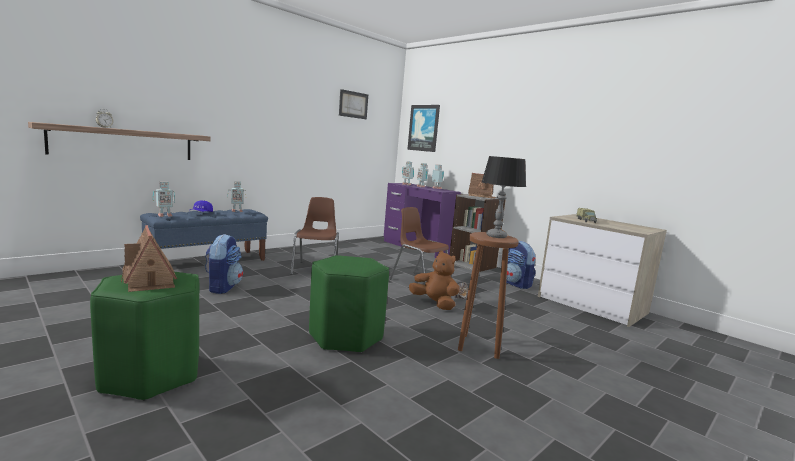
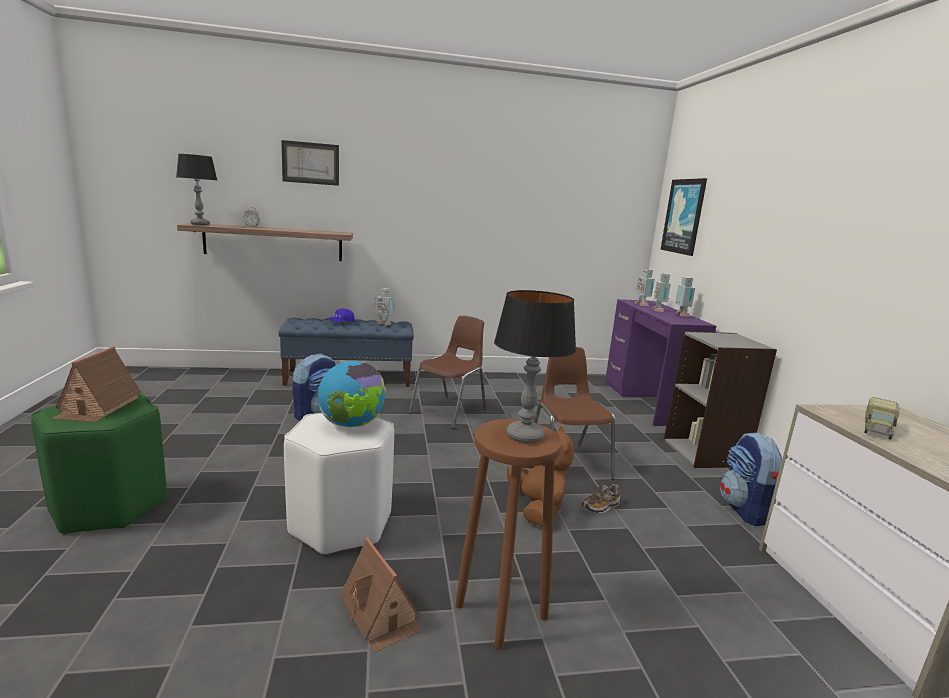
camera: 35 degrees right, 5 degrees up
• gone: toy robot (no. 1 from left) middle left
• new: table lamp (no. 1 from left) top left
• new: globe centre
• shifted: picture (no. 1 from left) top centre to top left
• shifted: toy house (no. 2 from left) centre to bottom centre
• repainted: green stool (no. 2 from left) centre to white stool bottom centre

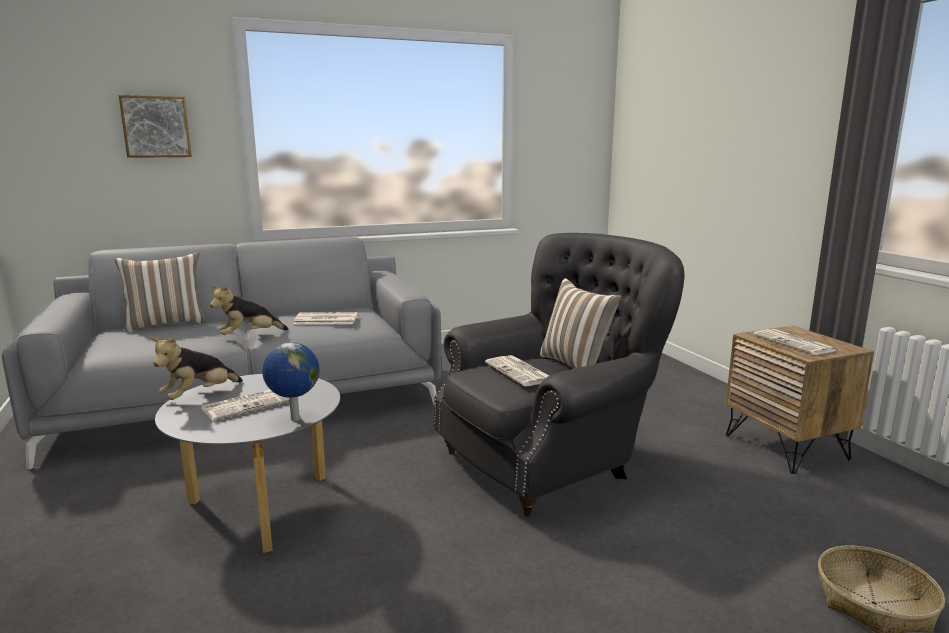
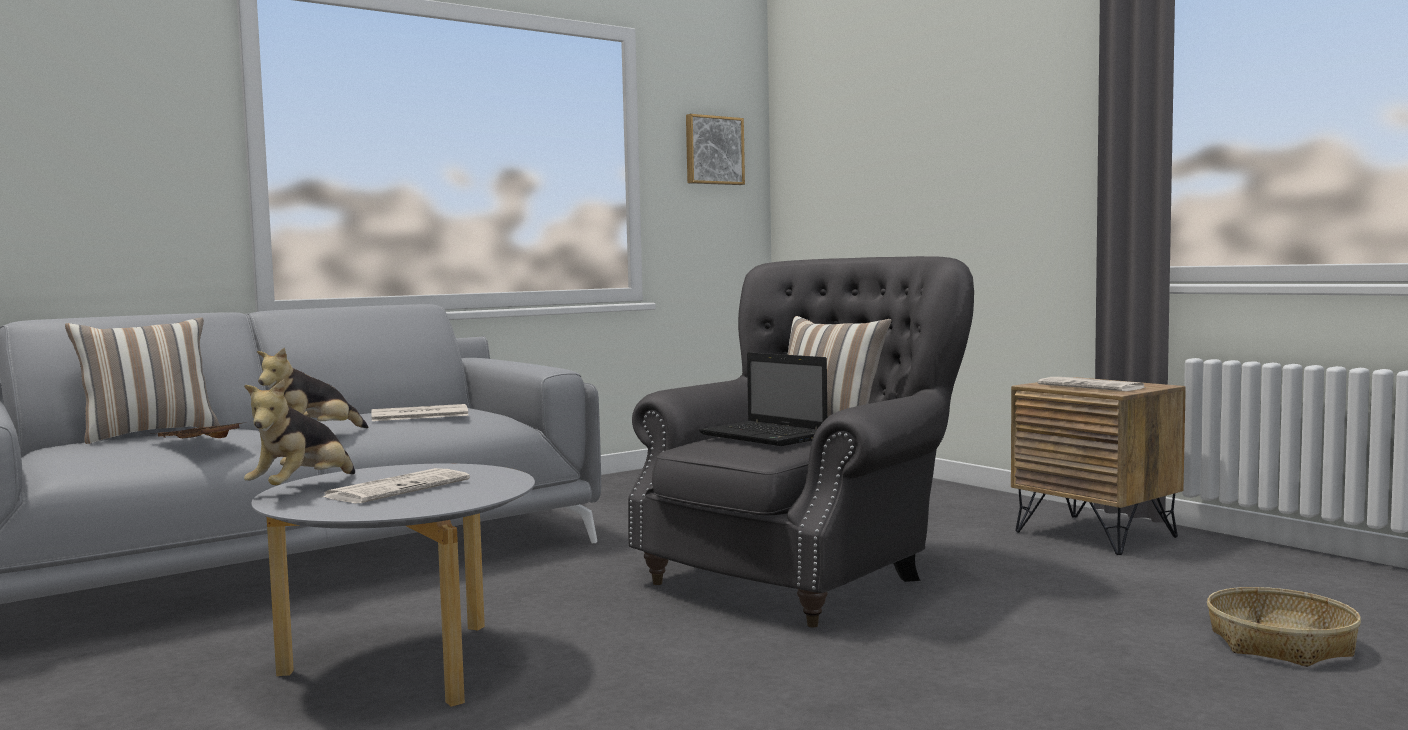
camera: 15 degrees left, 10 degrees down
• gone: globe middle left
• new: brown tray middle left
• shifted: picture top left to top centre
• swapped: newspaper (no. 3 from left) centre to laptop centre

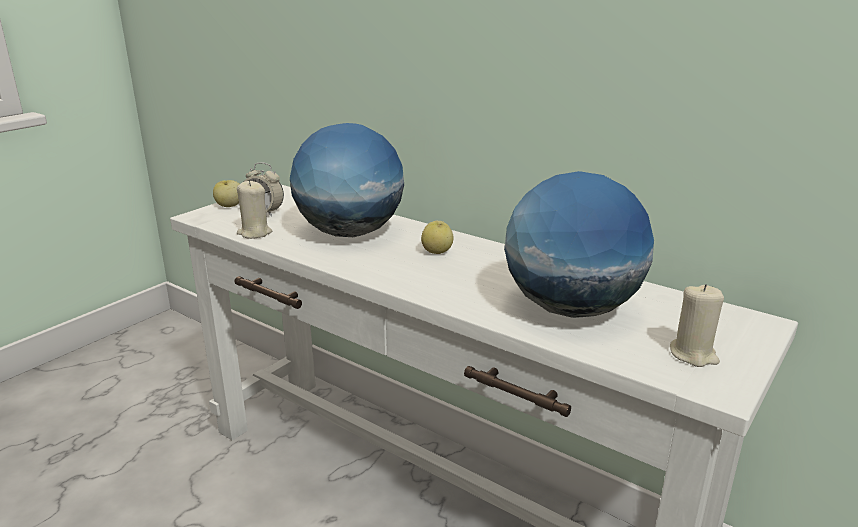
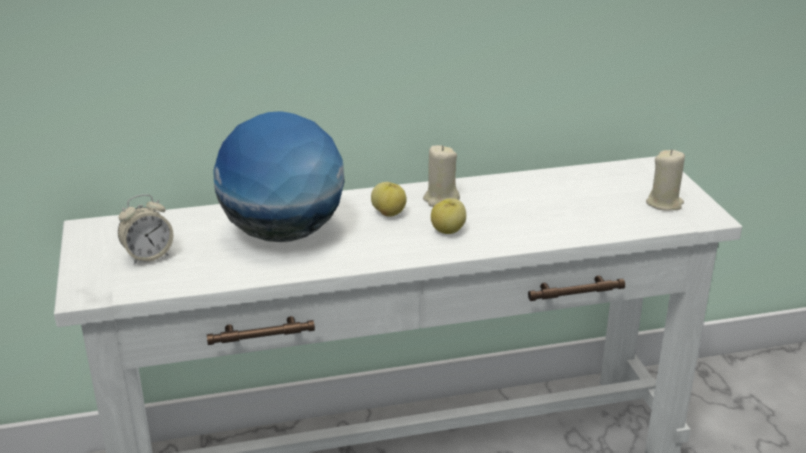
camera: 50 degrees left, 5 degrees up
• gone: globe (no. 2 from left) middle right
• shifted: apple (no. 1 from left in the first image) middle left to apple (no. 2 from left) centre
• shifted: beige candle (no. 1 from left) middle left to centre

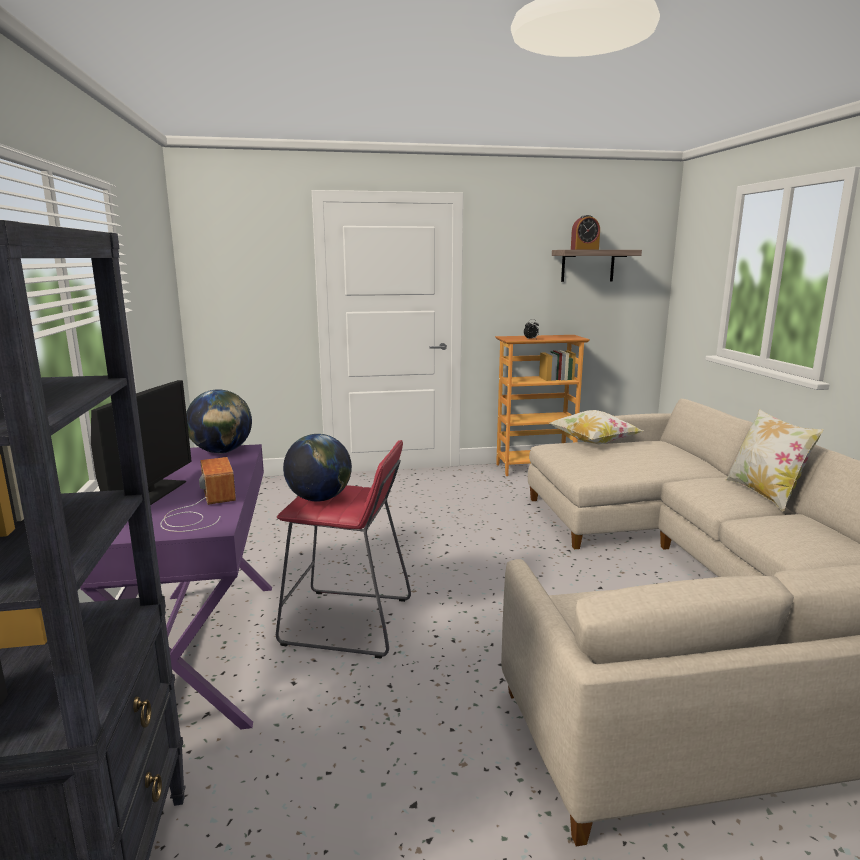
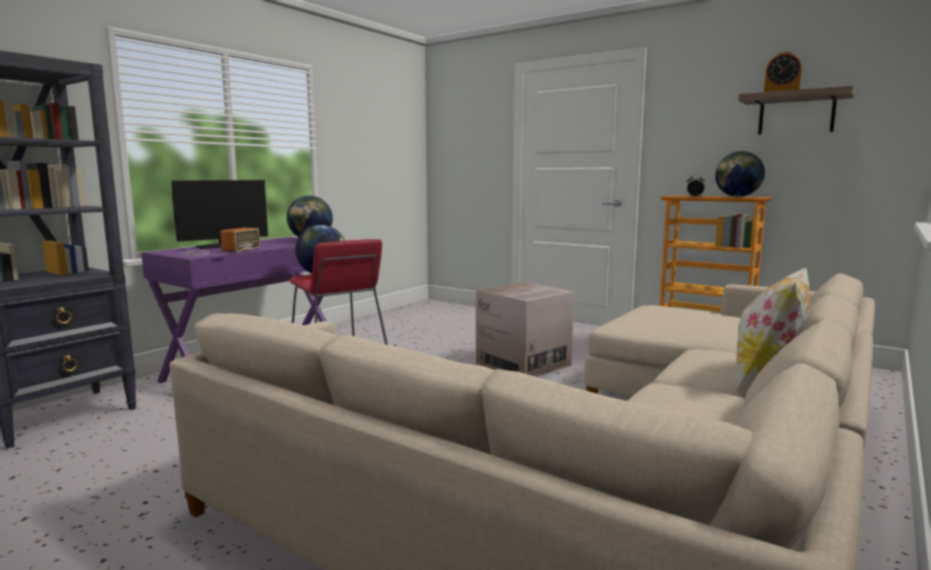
camera: 45 degrees right, 5 degrees down
• gone: pillow (no. 1 from left) middle right
• new: cardboard box centre
• new: globe (no. 3 from left) top right

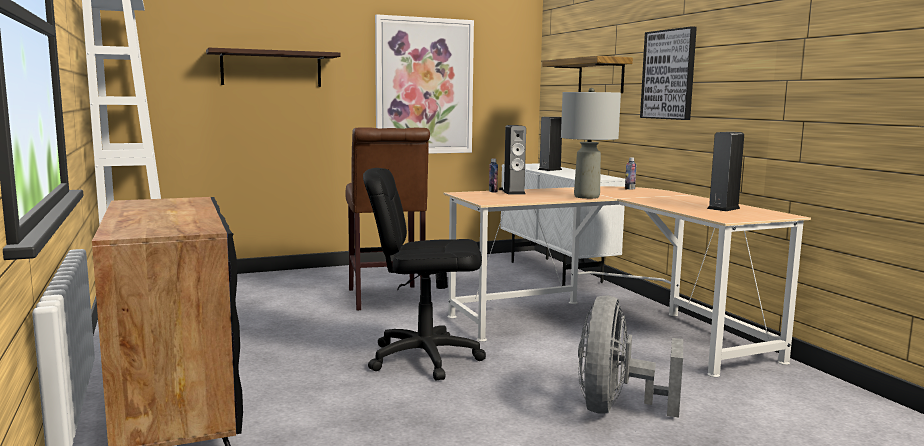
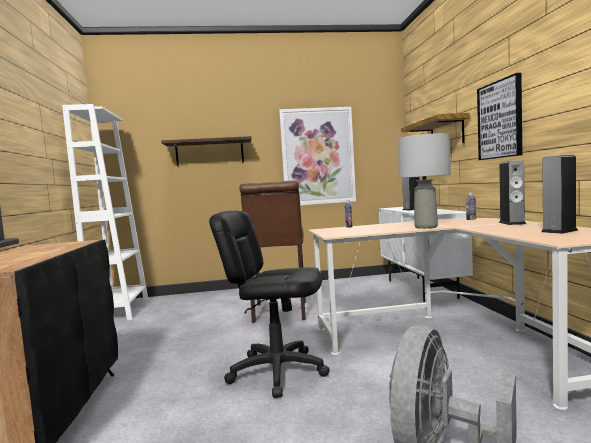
camera: 15 degrees right, 5 degrees down
• shifted: speaker (no. 1 from left in the first image) centre to speaker (no. 2 from left) middle right

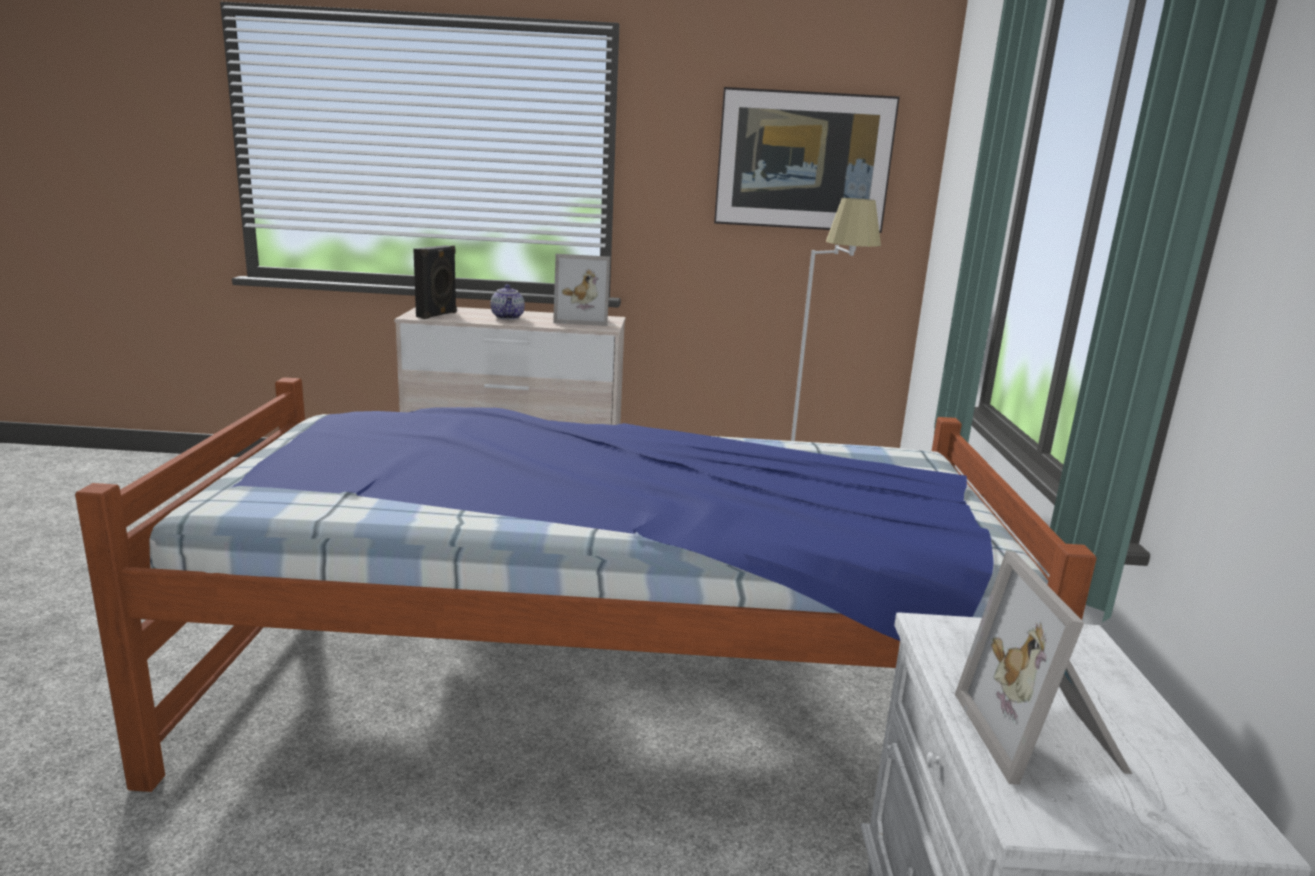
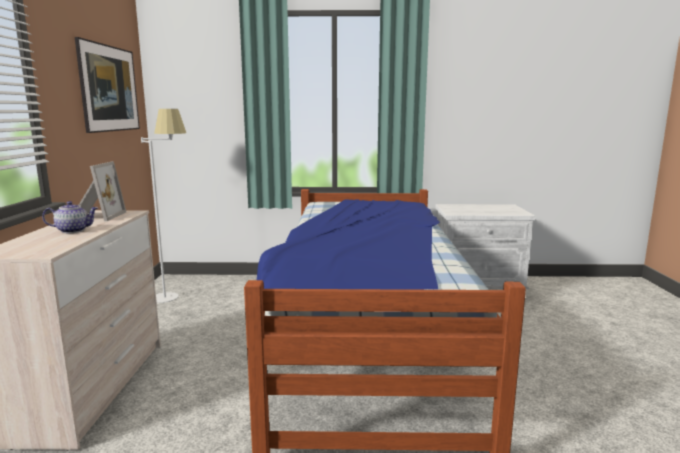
camera: 90 degrees left, 5 degrees down
• gone: black speaker top left
• gone: picture frame (no. 2 from left) bottom right

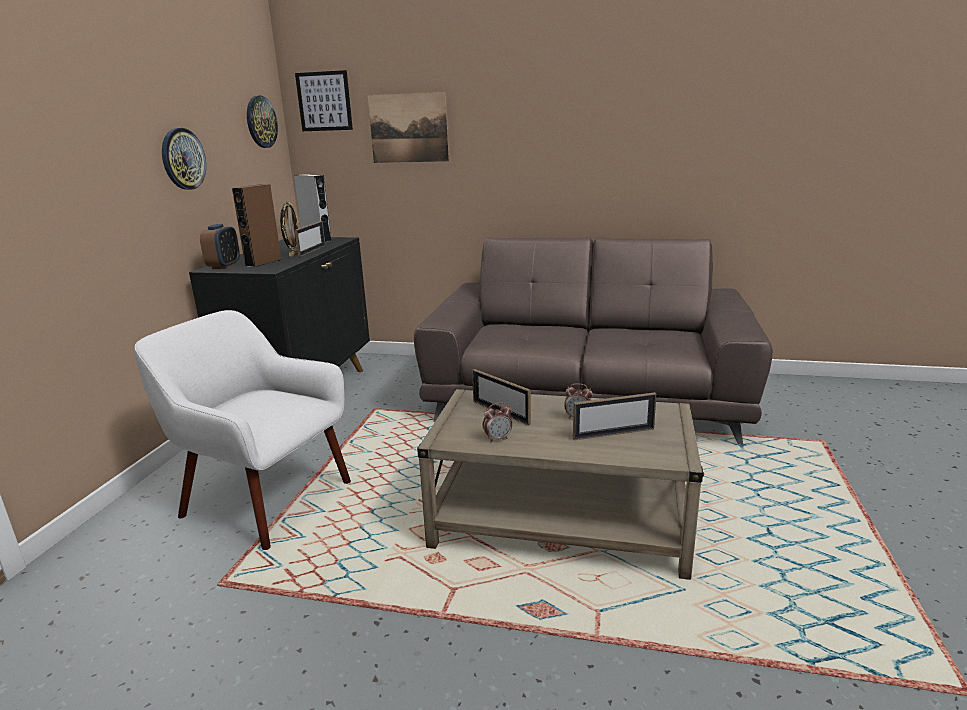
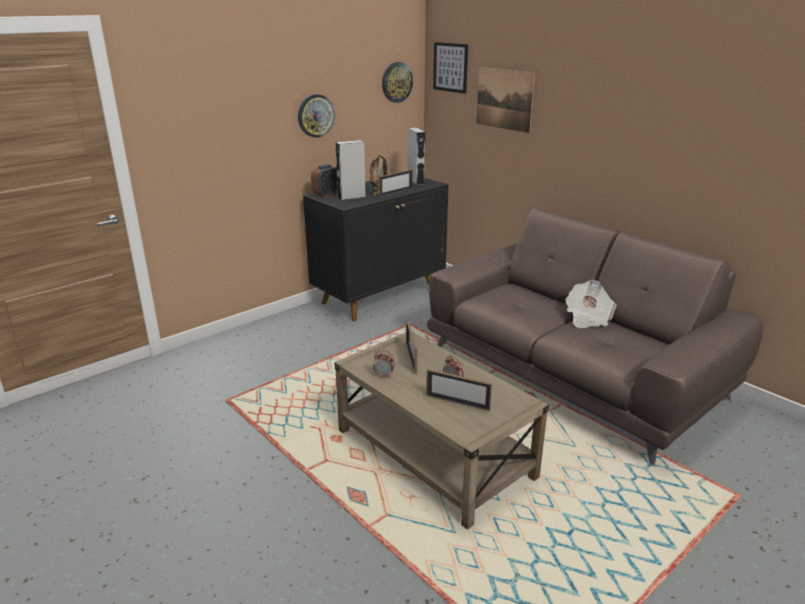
camera: 35 degrees right, 5 degrees up
• gone: white armchair middle left
• new: newspaper middle right
• repainted: brown speaker top left to grey speaker (no. 1 from left) top centre

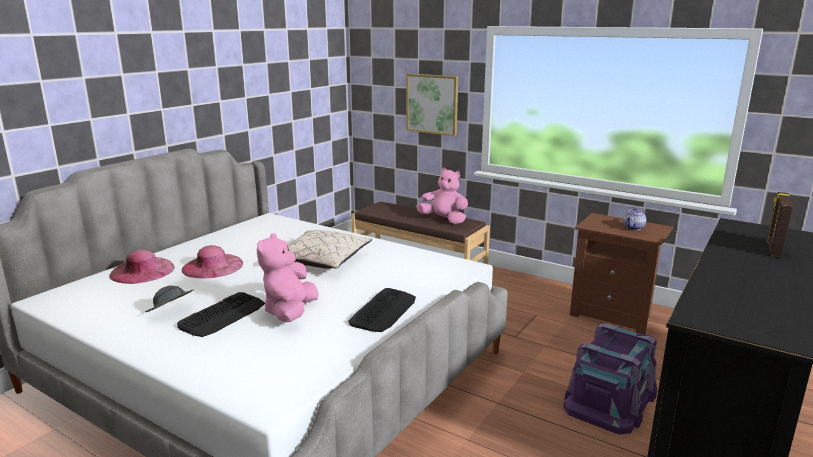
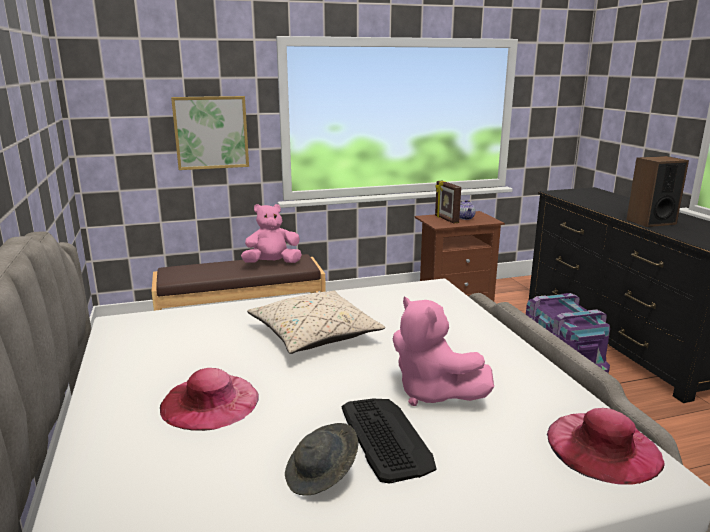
camera: 50 degrees left, 0 degrees up
• gone: keyboard (no. 2 from left) bottom centre
• new: speaker middle right
• shifted: pink hat (no. 1 from left in the first image) middle left to pink hat (no. 2 from left) bottom right
• shifted: picture frame middle right to centre

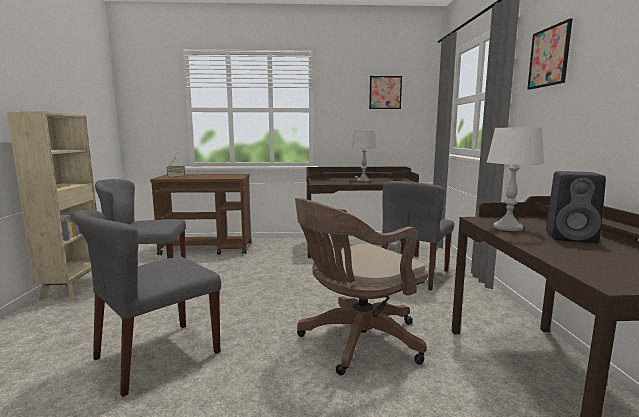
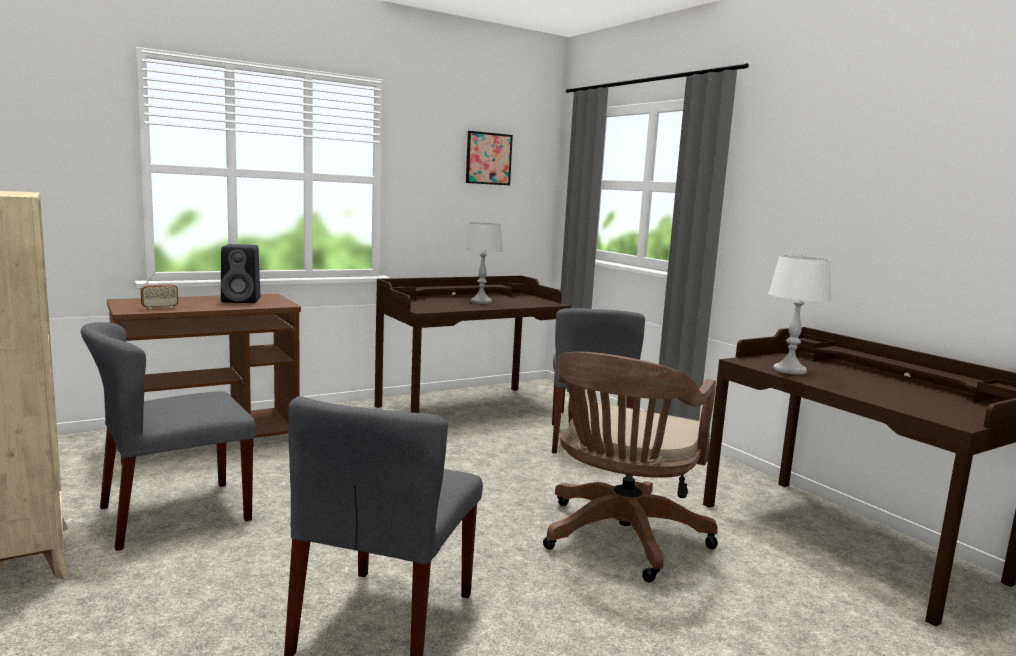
camera: 30 degrees left, 0 degrees up
• gone: picture (no. 2 from left) top right
• shifted: black speaker middle right to middle left

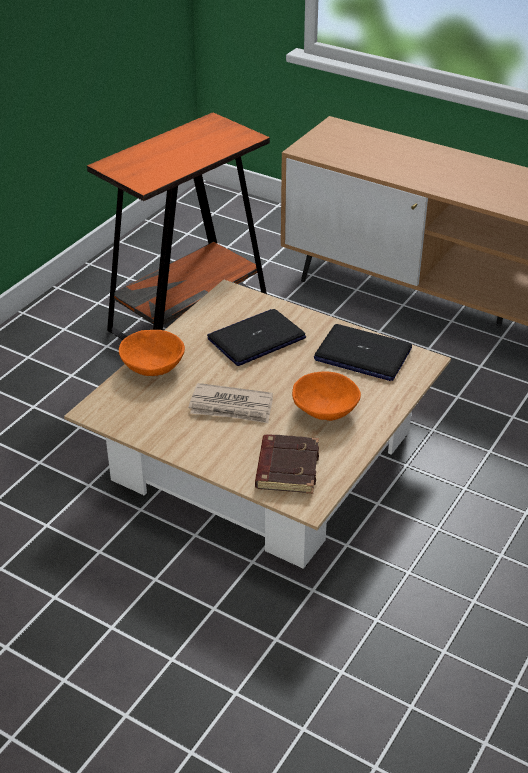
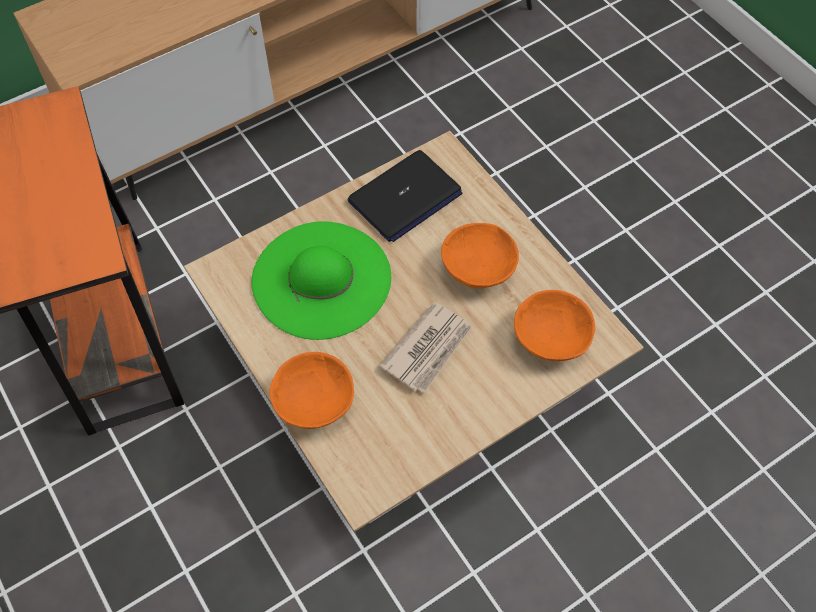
camera: 65 degrees left, 20 degrees up
• swapped: laptop (no. 1 from left) centre to green hat centre
• swapped: brown book centre to orange bowl (no. 3 from left) middle right

